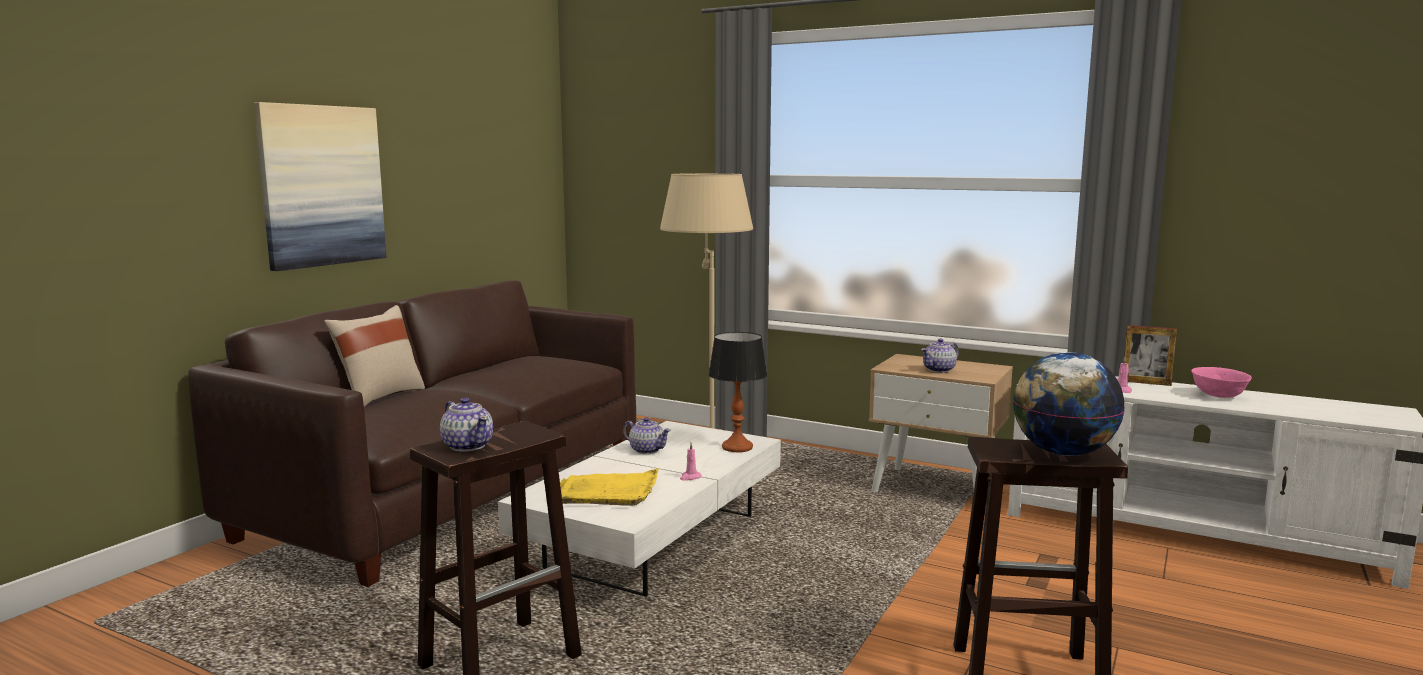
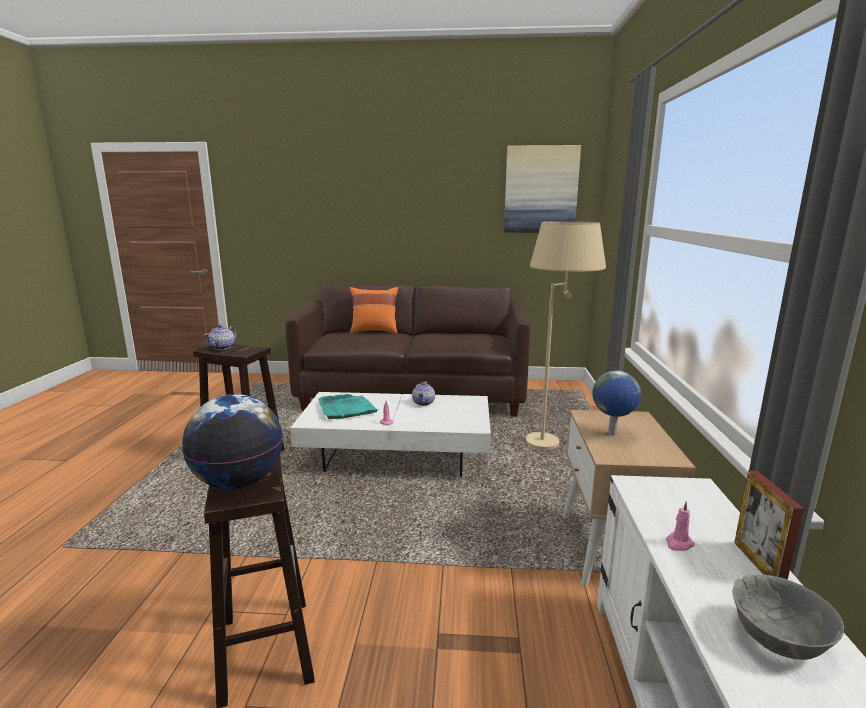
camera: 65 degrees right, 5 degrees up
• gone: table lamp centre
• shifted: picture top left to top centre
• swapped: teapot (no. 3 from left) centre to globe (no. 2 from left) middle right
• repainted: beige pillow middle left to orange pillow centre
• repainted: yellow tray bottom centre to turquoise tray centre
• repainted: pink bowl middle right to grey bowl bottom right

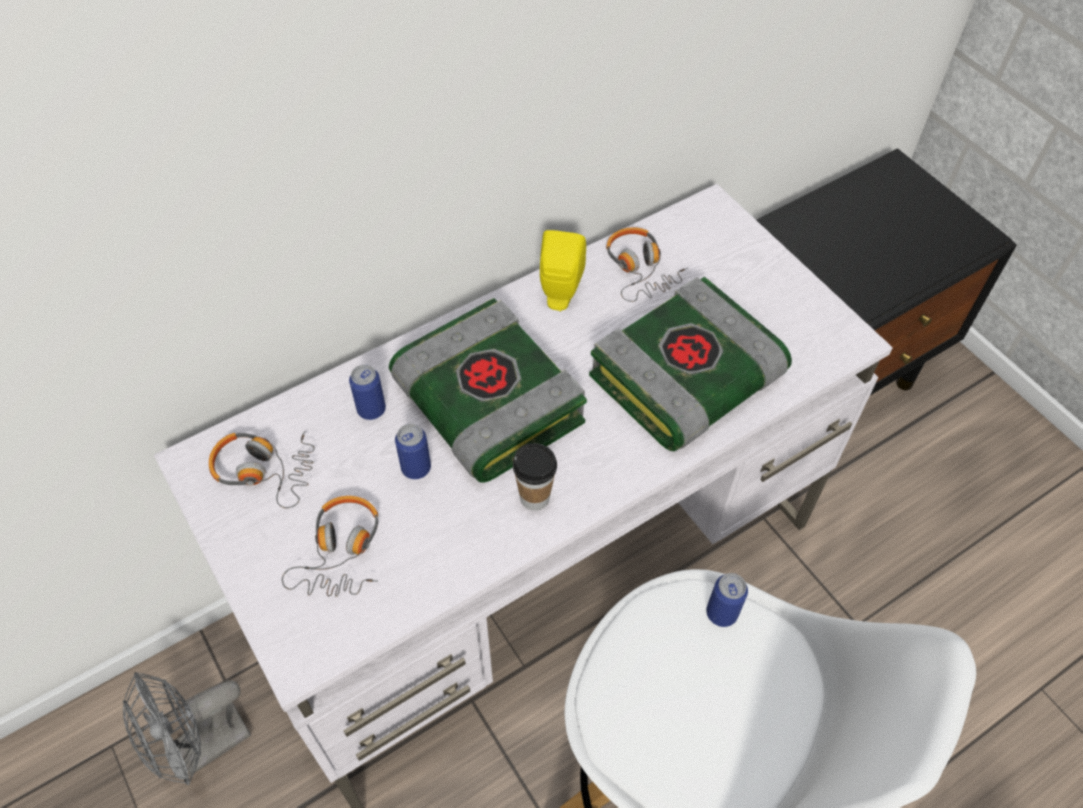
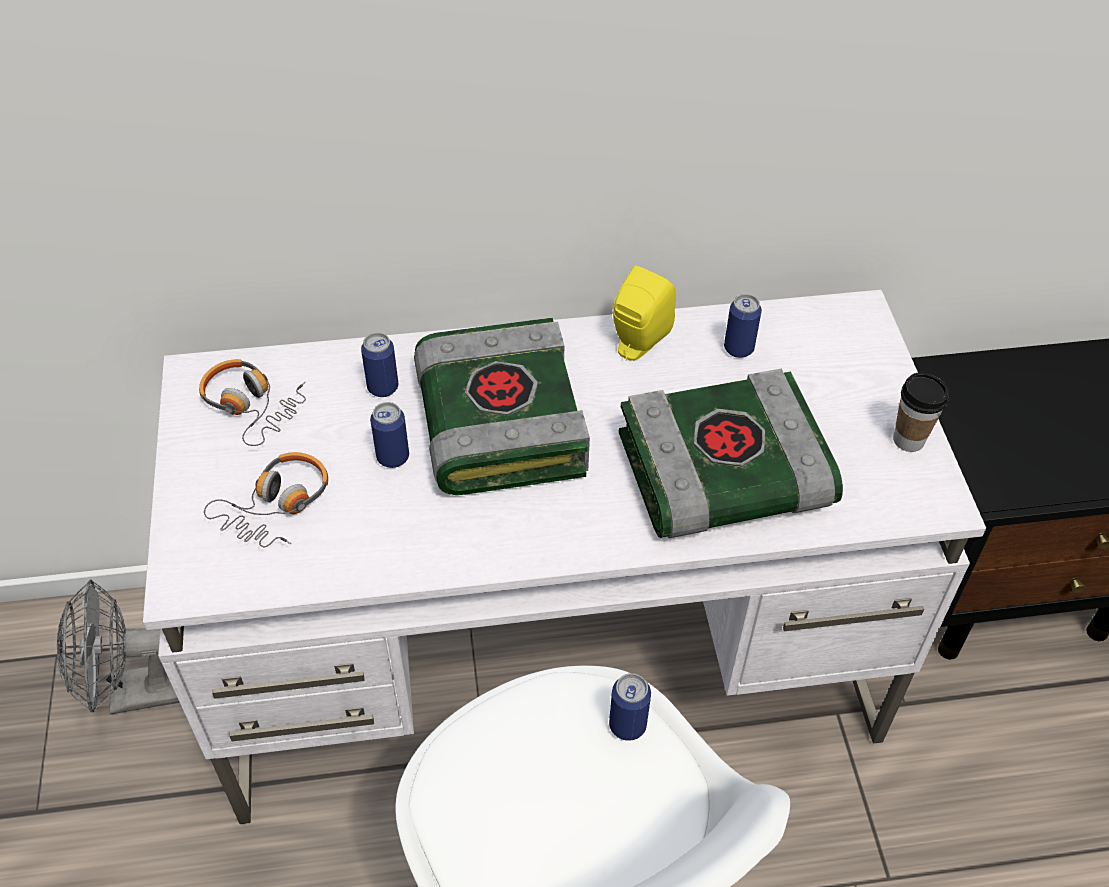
camera: 25 degrees right, 5 degrees down
• shifted: cup centre to middle right
• swapped: headphones (no. 3 from left) top centre to can (no. 4 from left) middle right

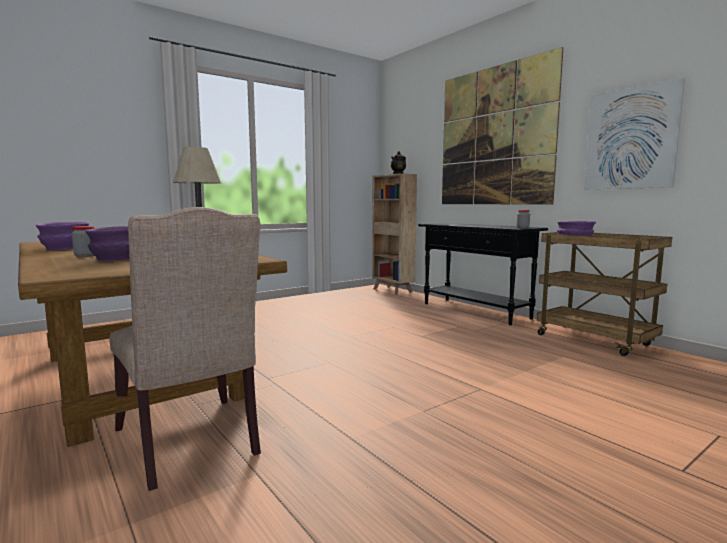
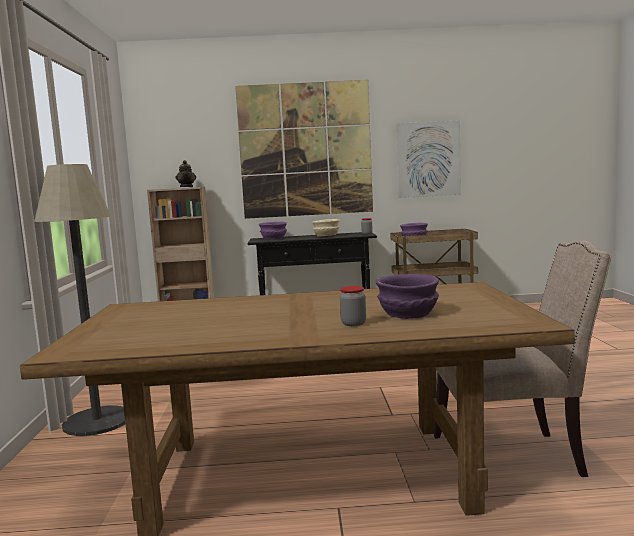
camera: 55 degrees left, 0 degrees up
• new: beige bowl centre
• shifted: purple bowl (no. 1 from left) middle left to centre

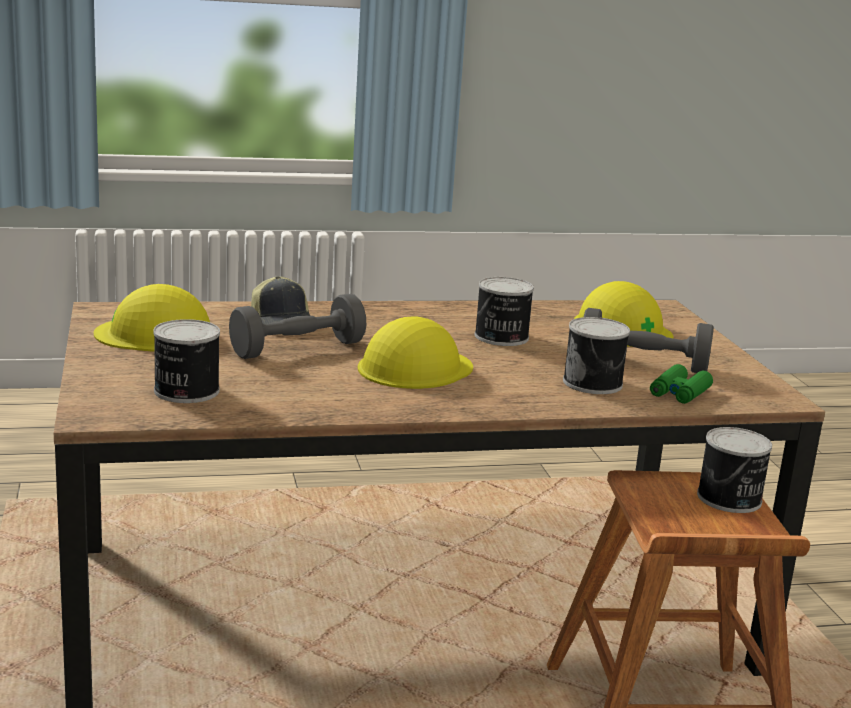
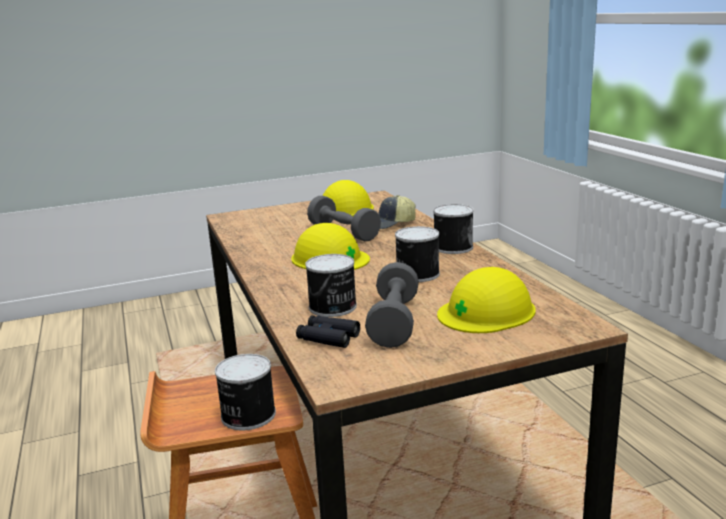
camera: 85 degrees right, 0 degrees up
• shifted: can (no. 1 from left in the first image) middle left to can (no. 4 from left) centre
• repainted: green binoculars middle right to black binoculars centre

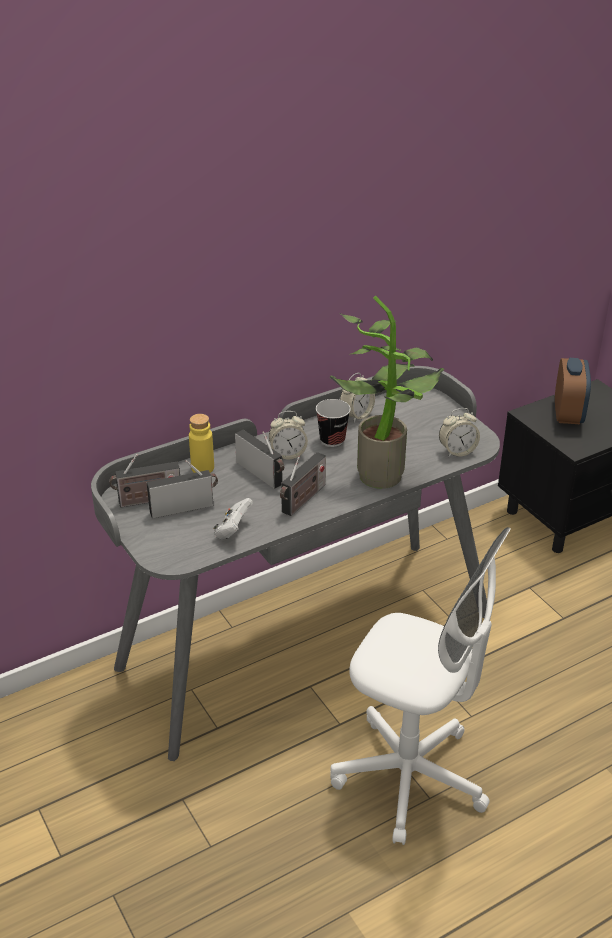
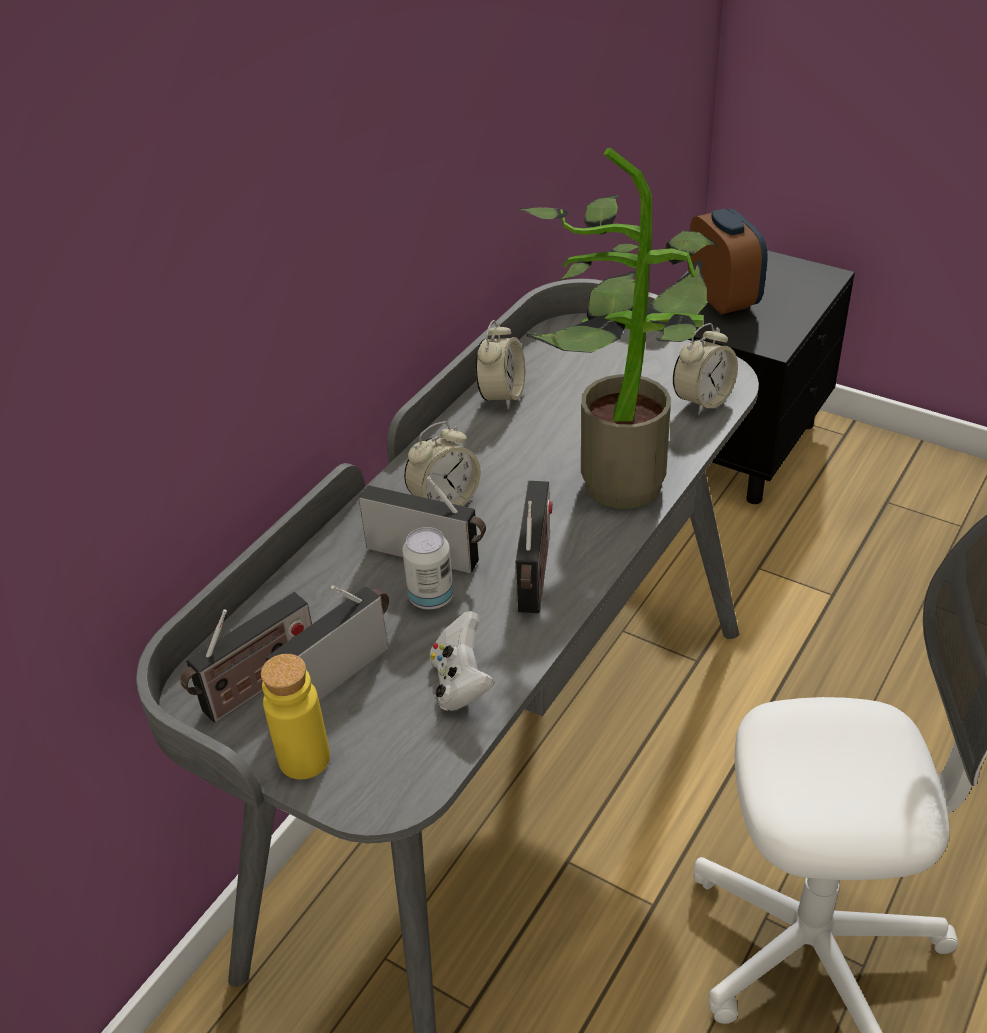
camera: 25 degrees left, 5 degrees up
• gone: cup centre
• new: can centre
• shifted: yellow bottle middle left to bottom left

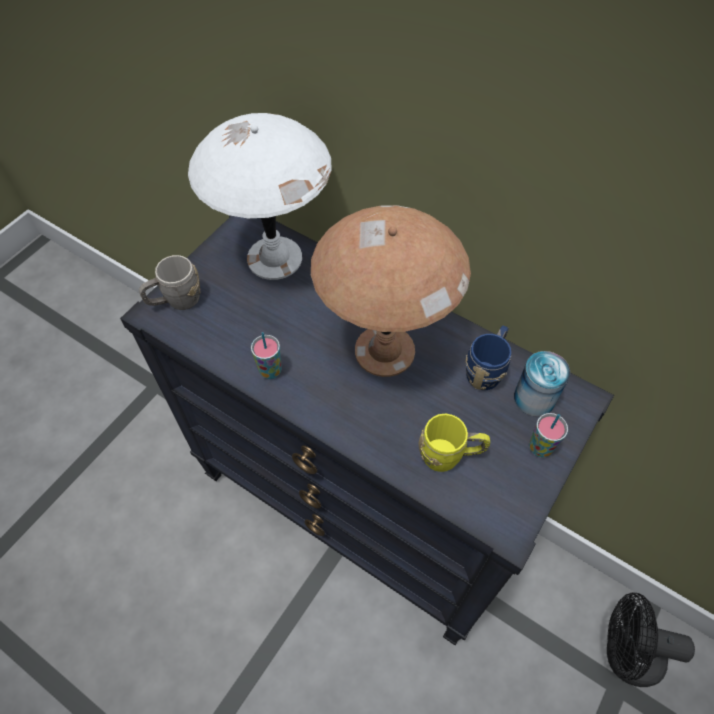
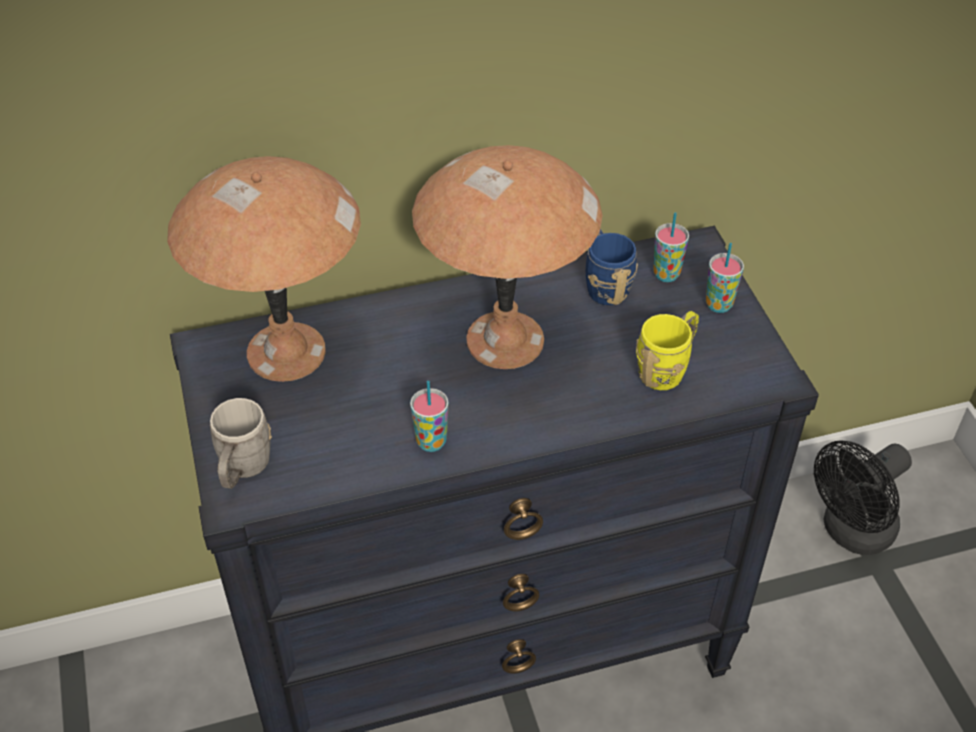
camera: 50 degrees left, 10 degrees down
• swapped: can middle right to cup (no. 2 from left) middle right
• repainted: white table lamp top centre to brown table lamp (no. 1 from left) middle left

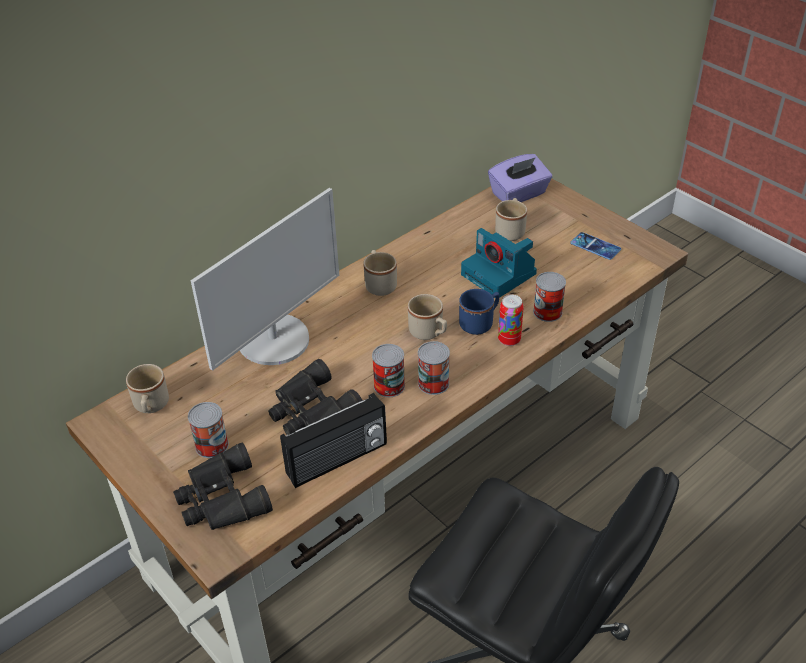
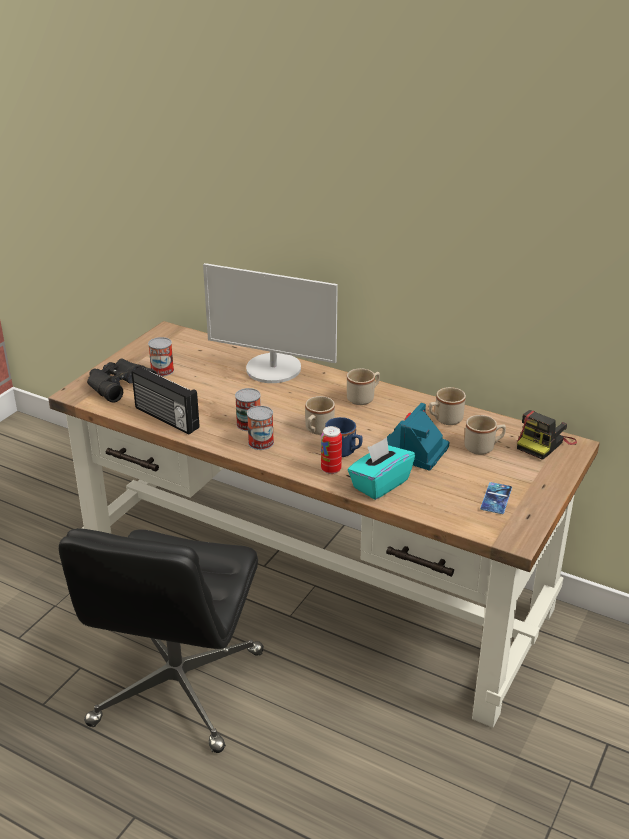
camera: 70 degrees right, 10 degrees down
• gone: black binoculars (no. 2 from left) centre
• shifted: beige mug (no. 1 from left in the first image) middle left to beige mug (no. 3 from left) middle right
• swapped: purple tissue box top centre to photo camera (no. 2 from left) middle right
• swapped: can (no. 5 from left) middle right to turquoise tissue box centre

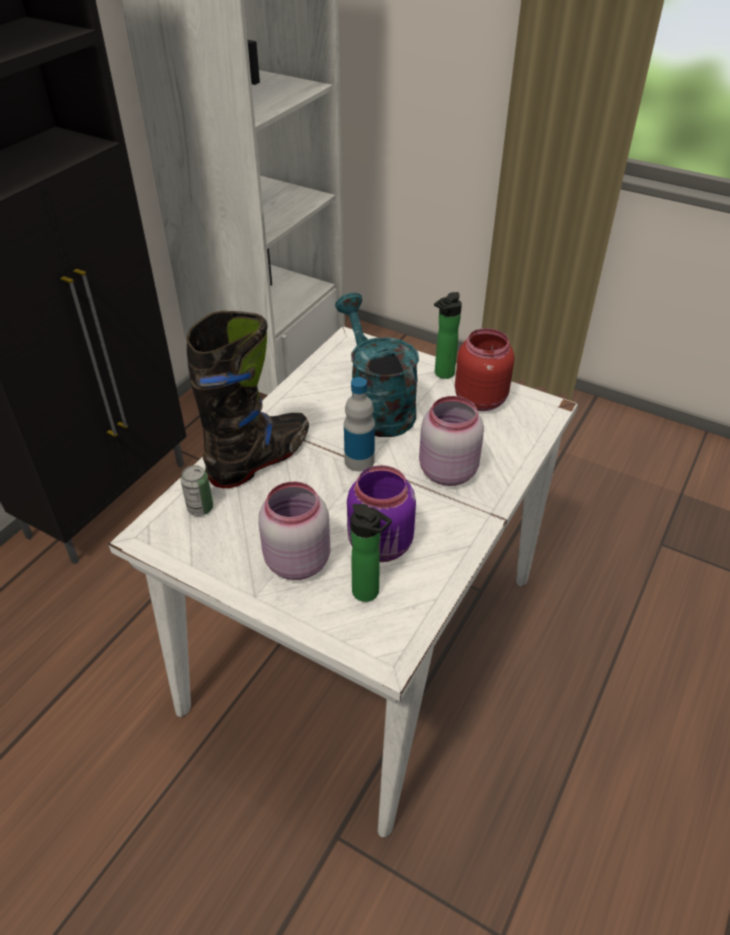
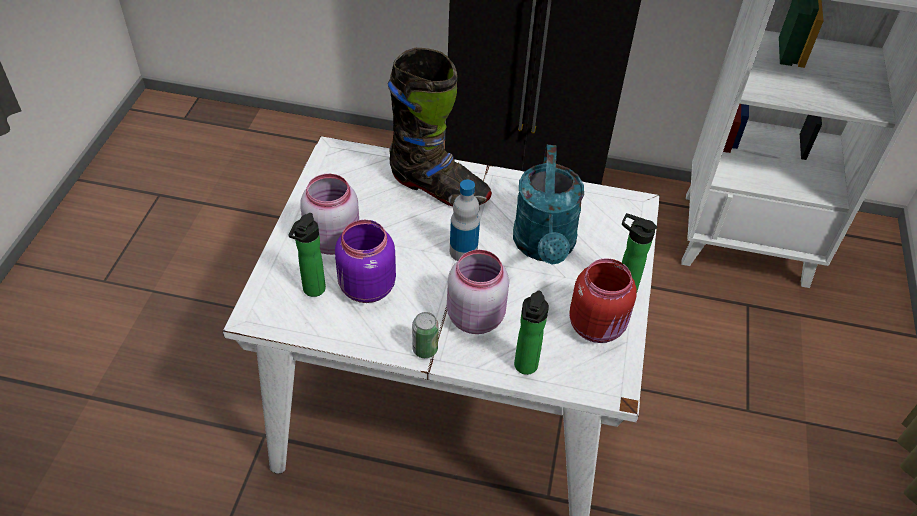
camera: 70 degrees right, 5 degrees up
• new: bottle (no. 3 from left) centre
• shifted: can middle left to centre
• rotated: turquoise watering can centre = centre 135 degrees clockwise

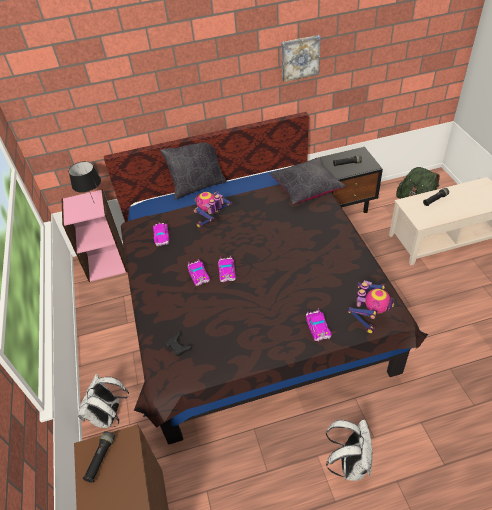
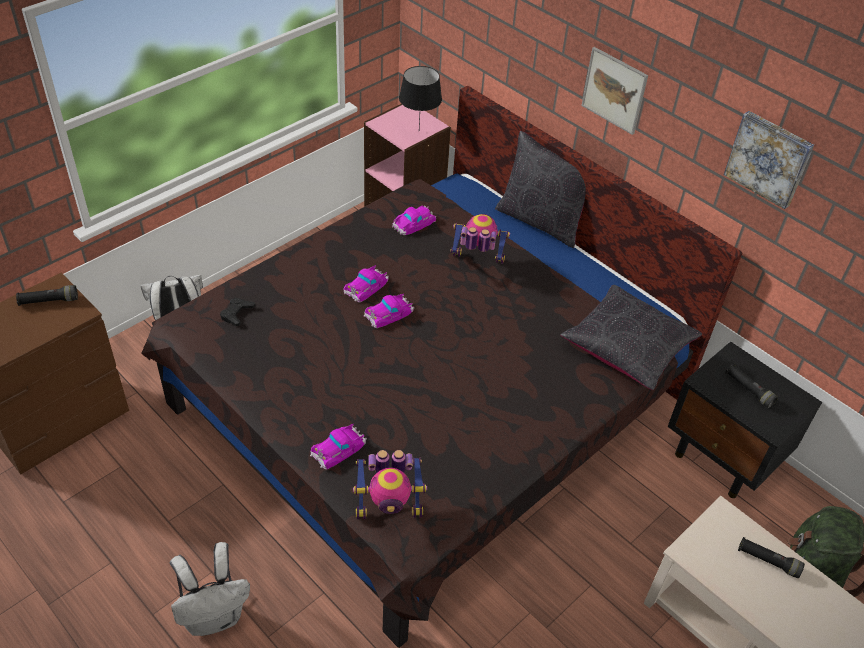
camera: 55 degrees right, 0 degrees up
• new: picture (no. 1 from left) top right

